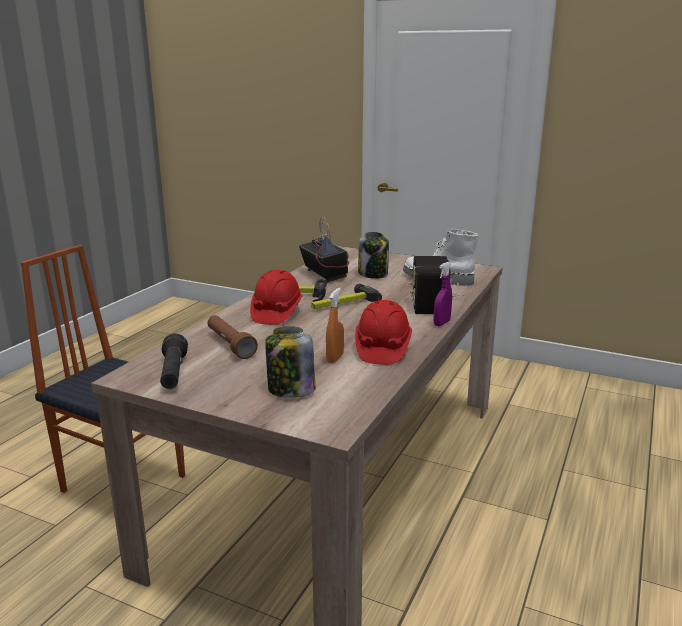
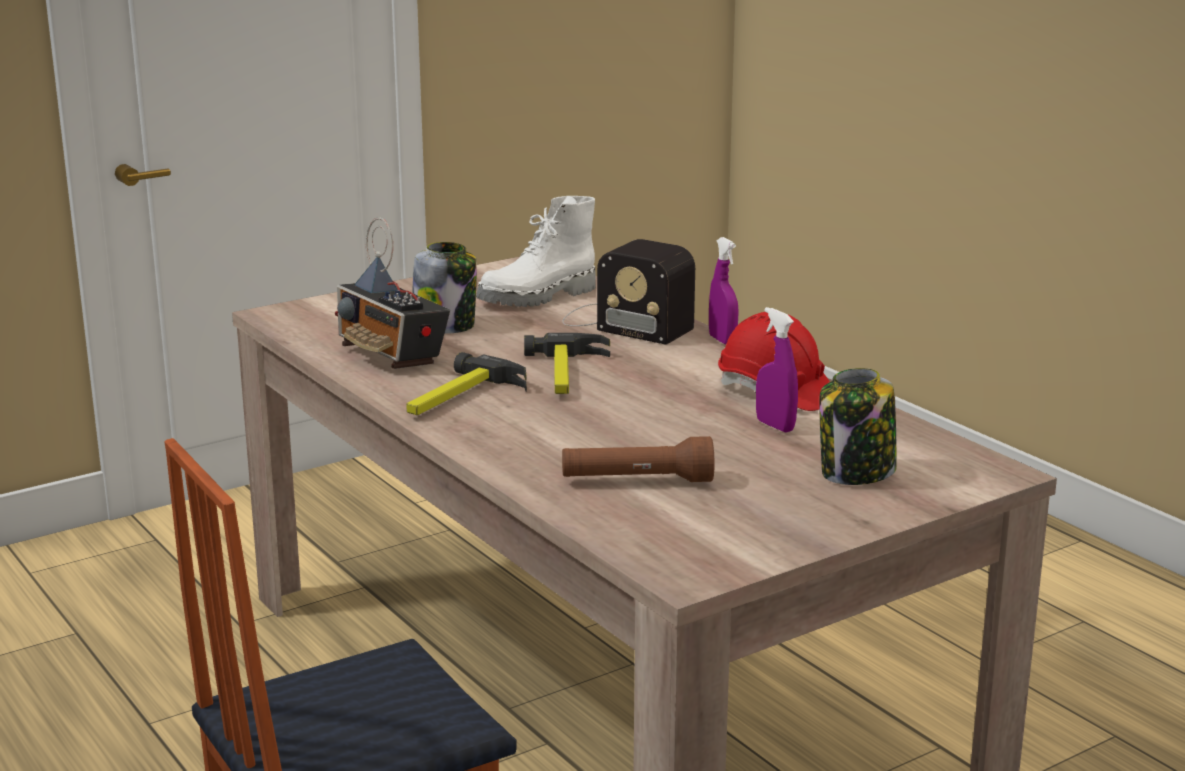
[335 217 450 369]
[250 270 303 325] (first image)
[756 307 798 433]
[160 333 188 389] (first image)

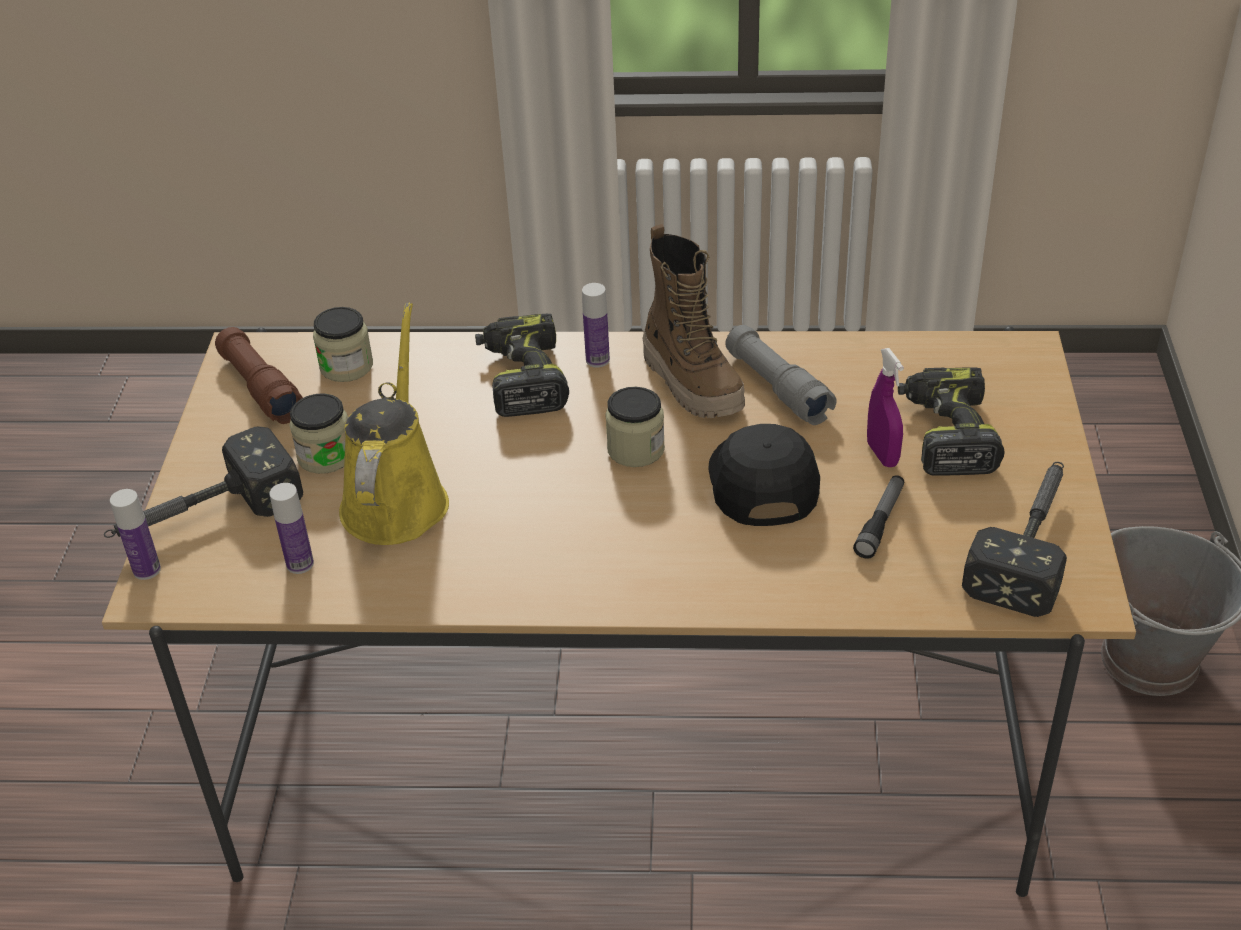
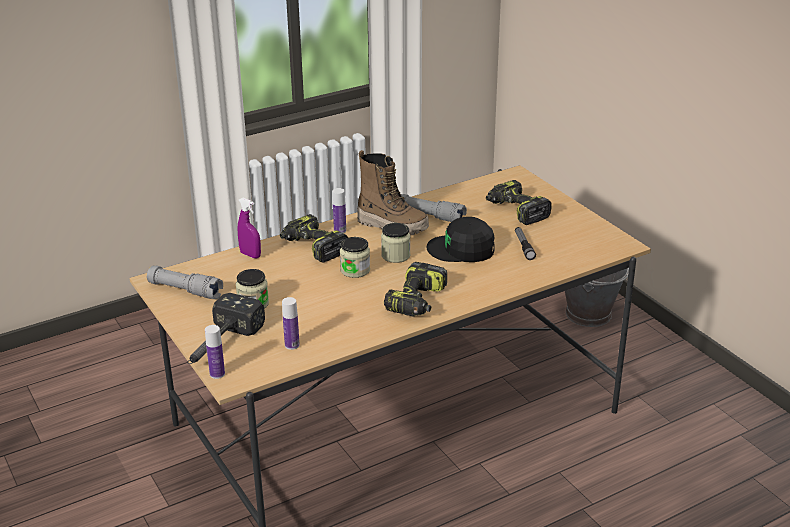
[339 303 449 545] (first image)
[340 237 370 278]
[147 266 223 299]
[238 198 261 258]
[427 217 495 262]
[962 462 1067 617] (first image)
[384 262 447 317]

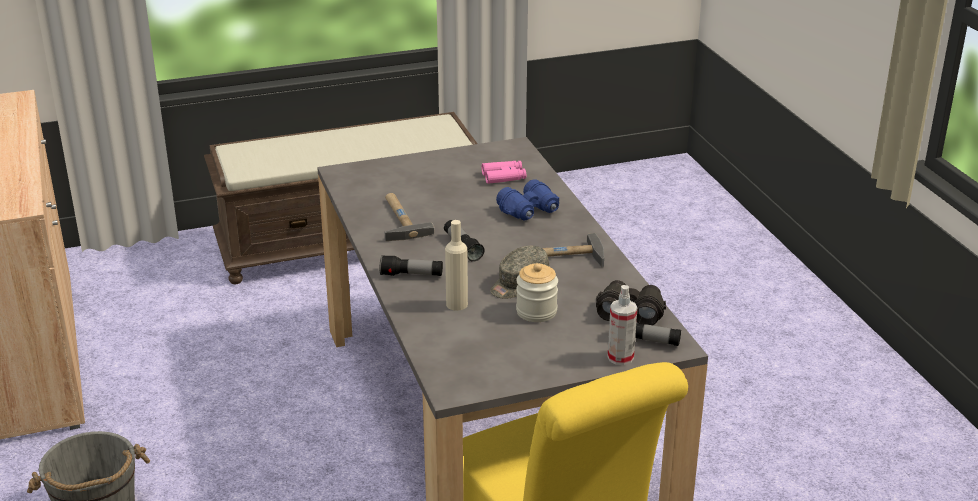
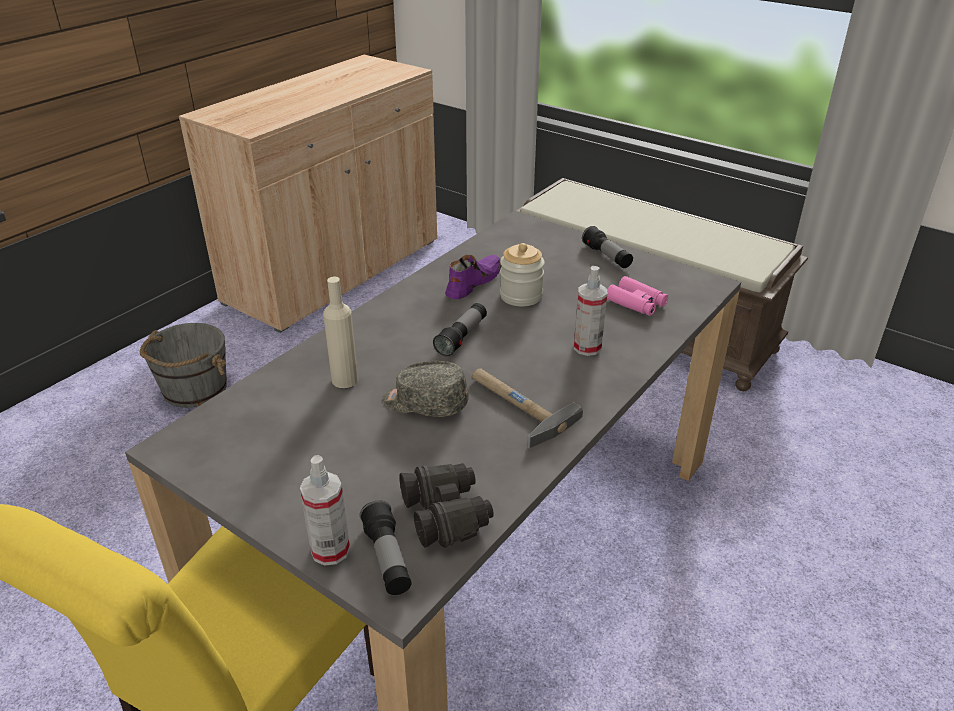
[574 266 607 356]
[445 255 501 299]
[582 226 633 268]
[500 243 545 306]

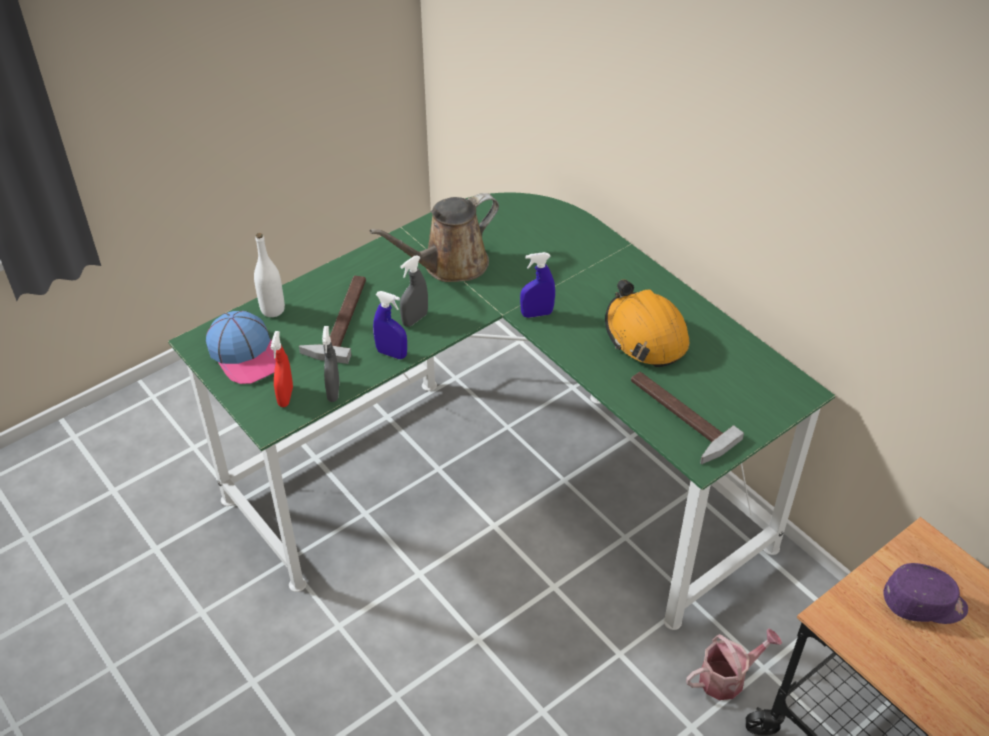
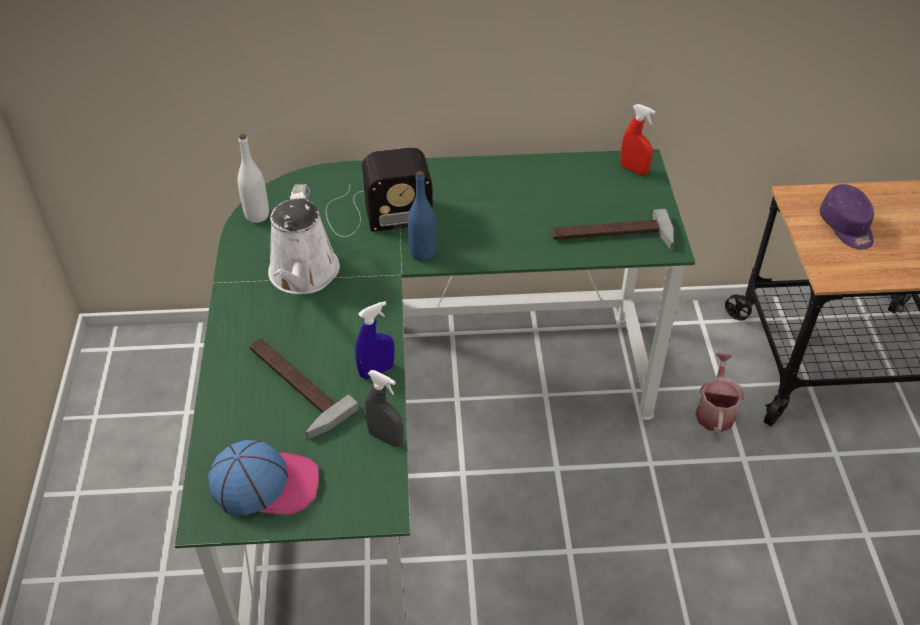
[268 184 340 294]
[238 134 269 223]
[408 171 436 261]
[400 256 428 327] (first image)
[605 279 689 367] (first image)
[620 104 656 175]
[820 184 874 250]
[326 147 433 237]

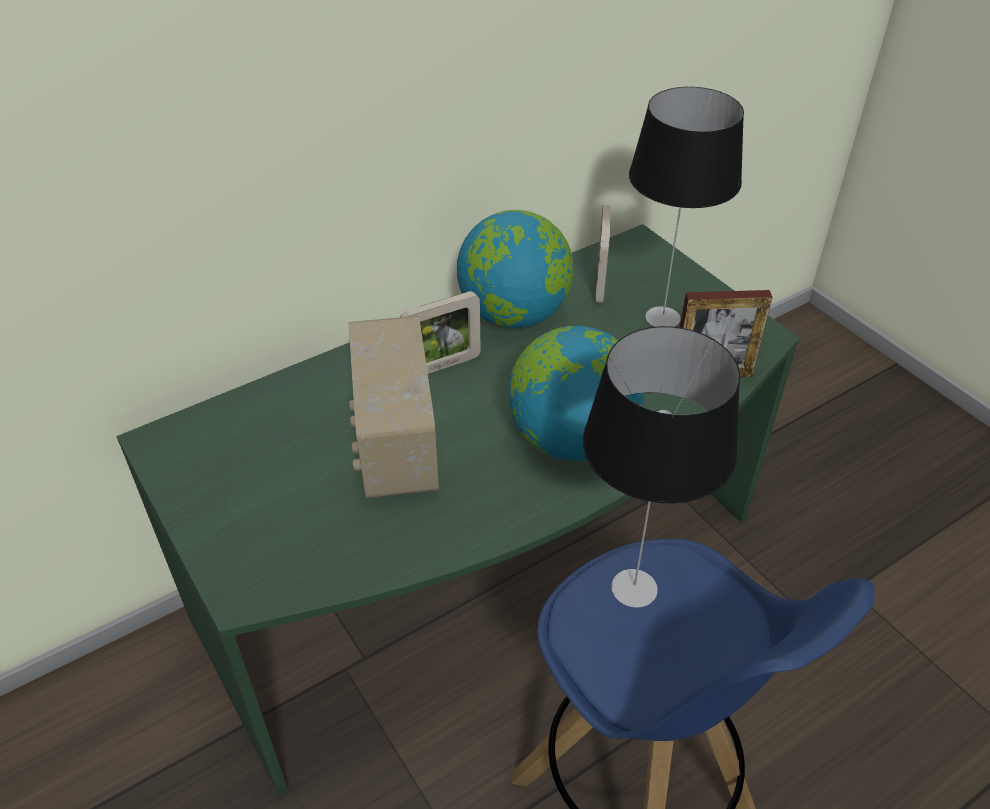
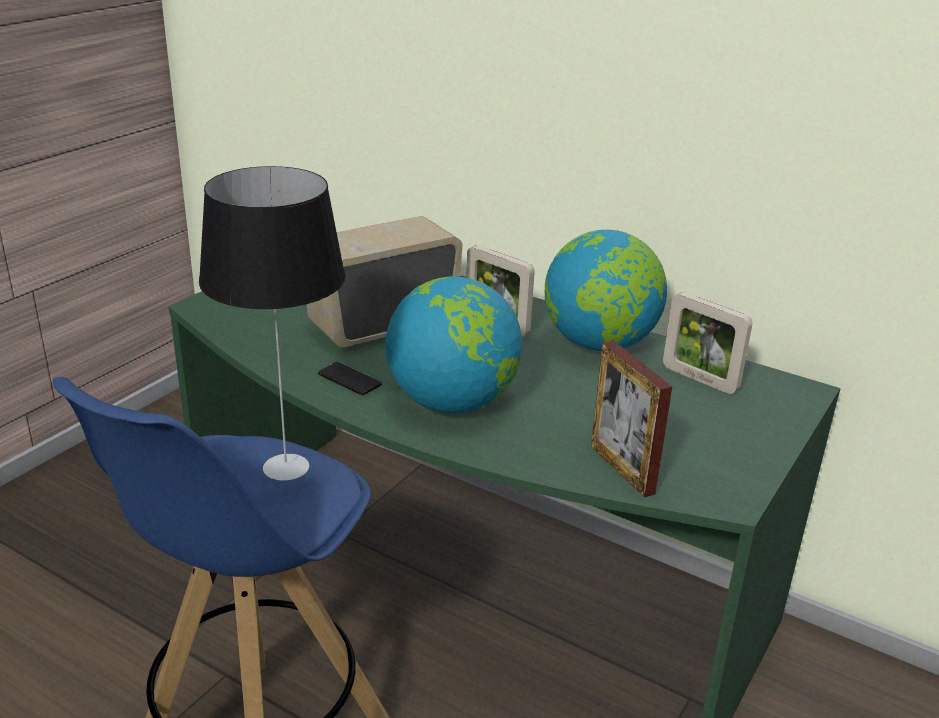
[629 87 744 327] (first image)
[663 292 752 394]
[318 362 382 395]

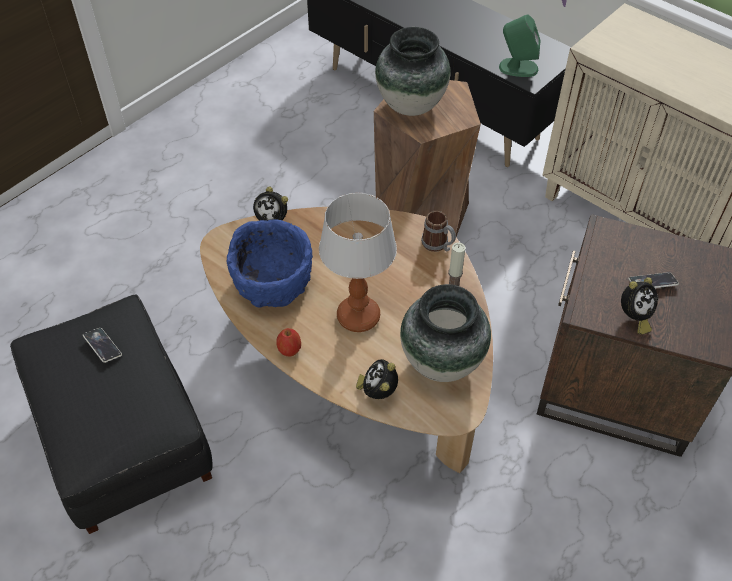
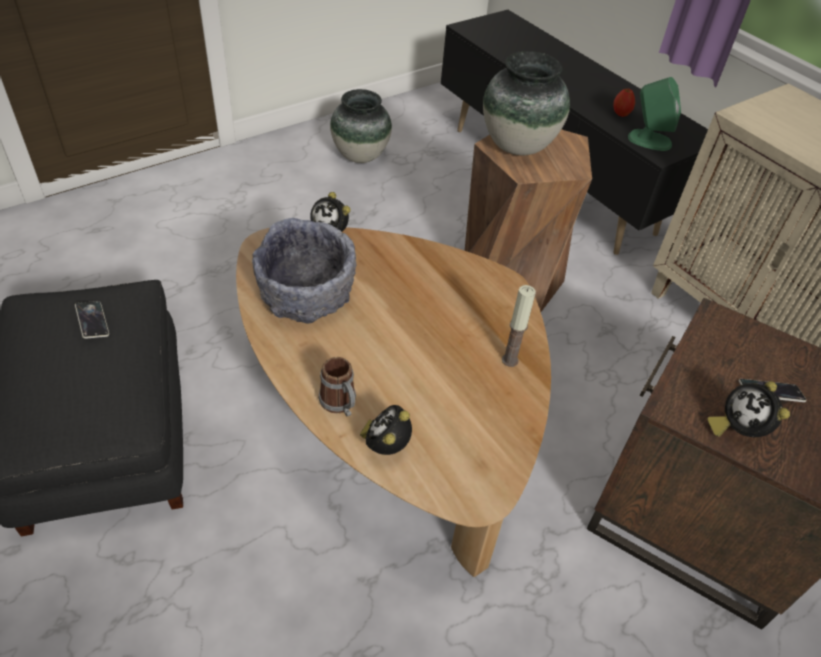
[319 193 397 332] (first image)
[319 357 356 417]
[252 218 356 323]
[708 381 790 437]
[330 89 392 163]
[613 89 635 117]

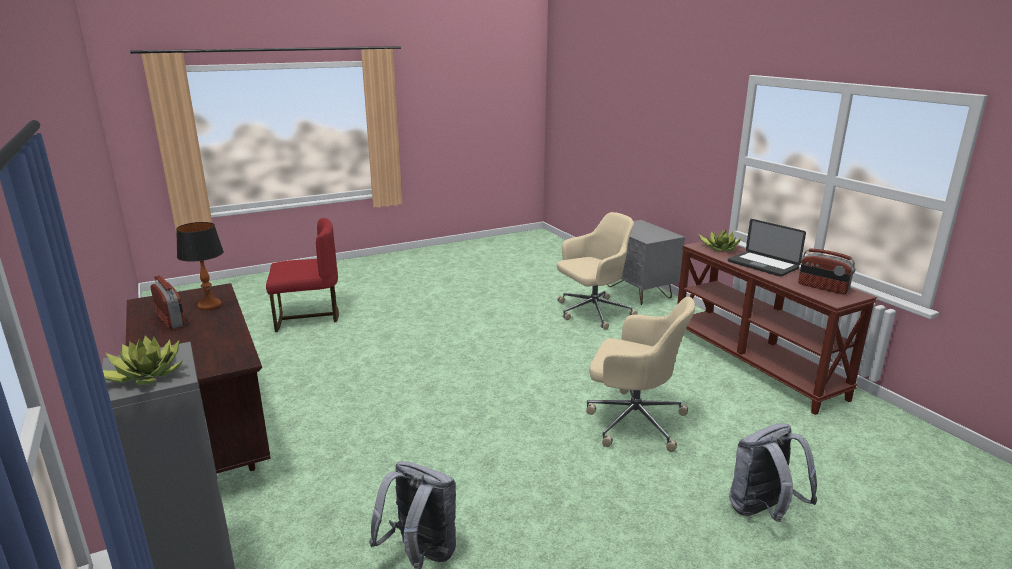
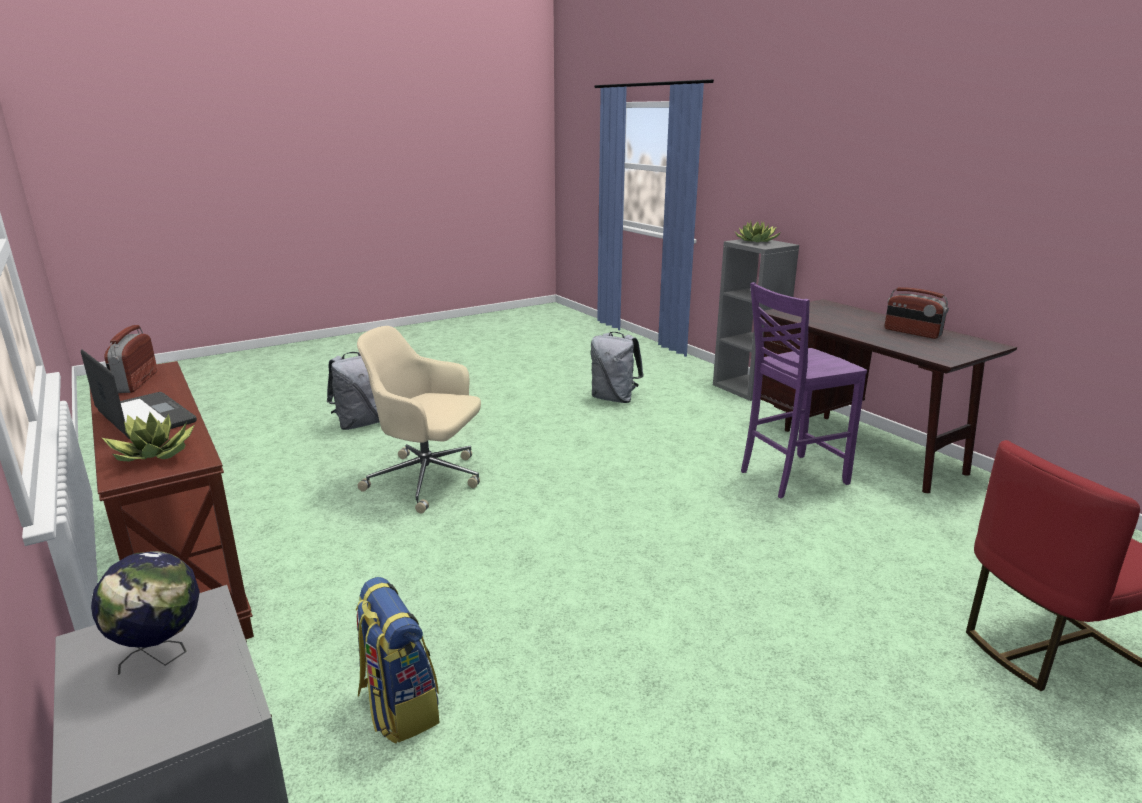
[356 577 440 744]
[176 222 224 310] (first image)
[104 325 157 393]
[741 282 867 498]
[91 551 200 675]

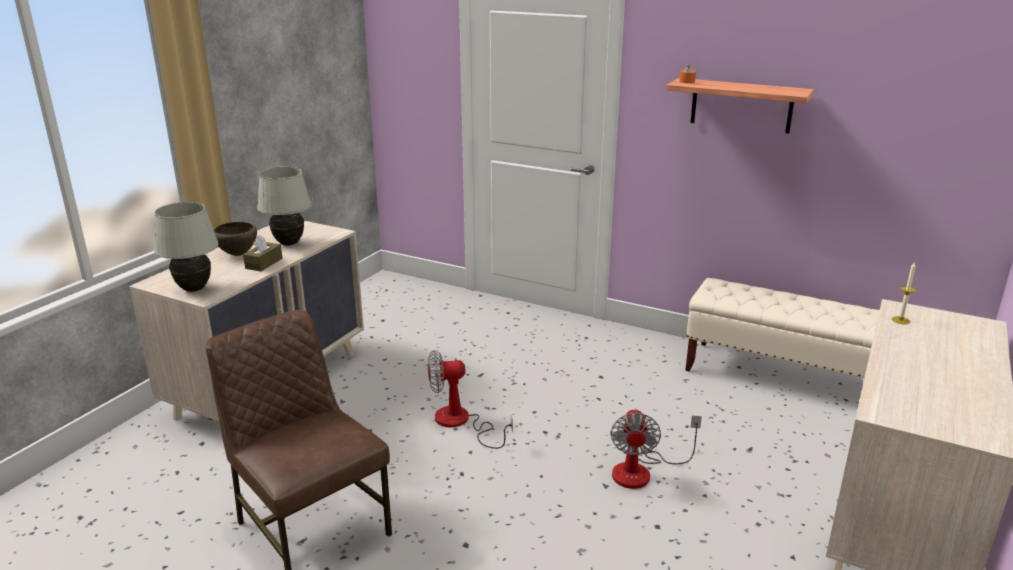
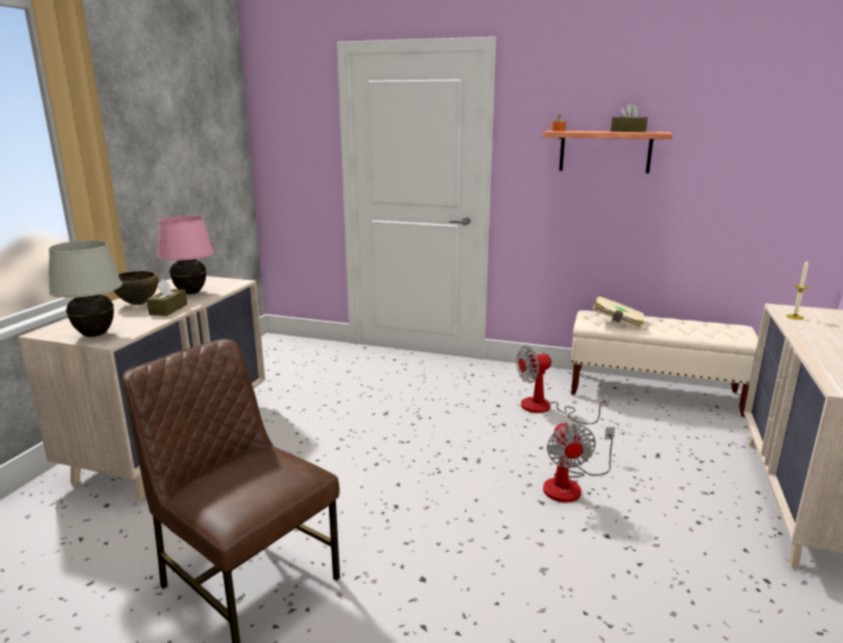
[157 215 214 294]
[516 346 609 424]
[611 103 648 132]
[593 295 644 330]

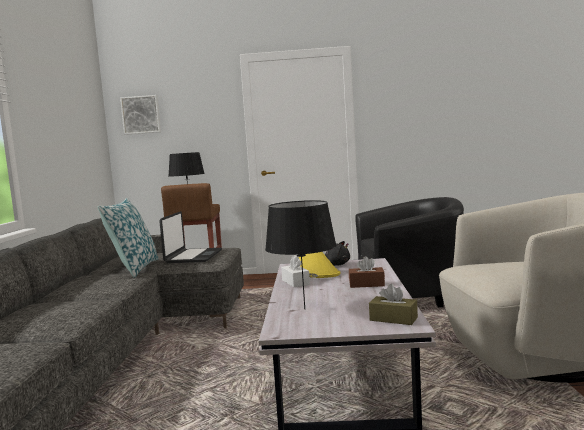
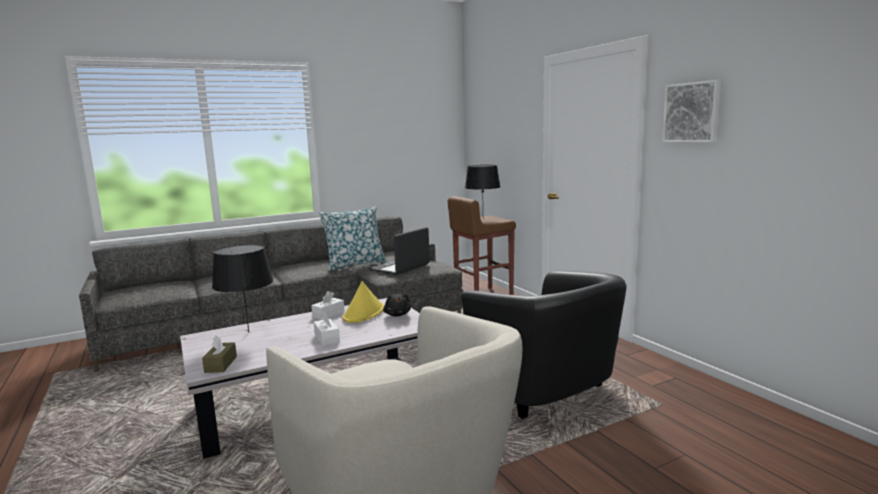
[662 80 721 143]
[369 227 430 275]
[314 312 340 346]

